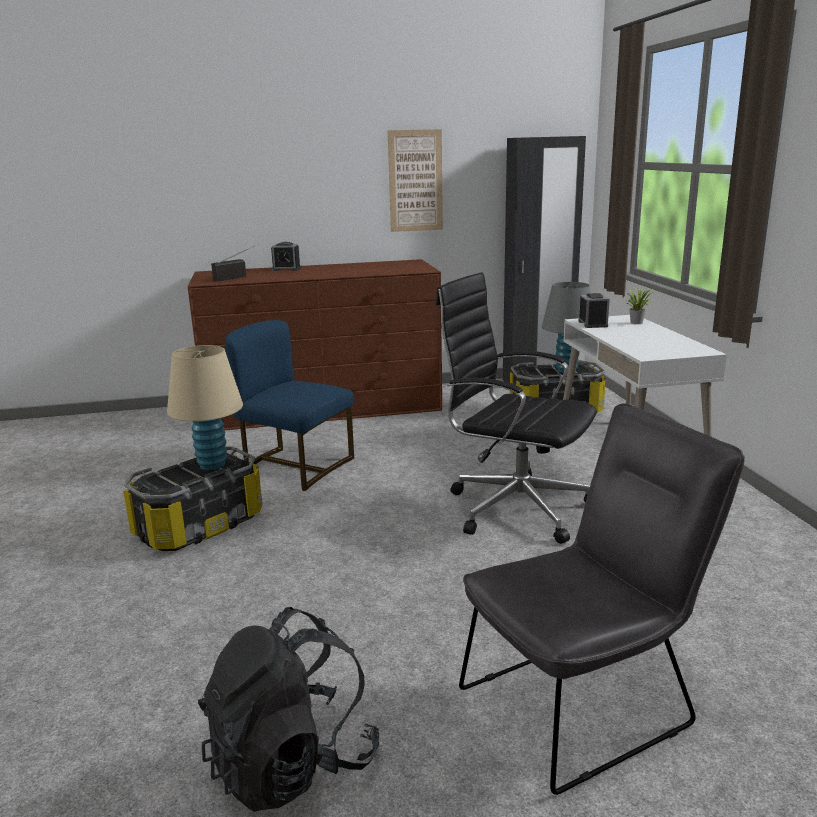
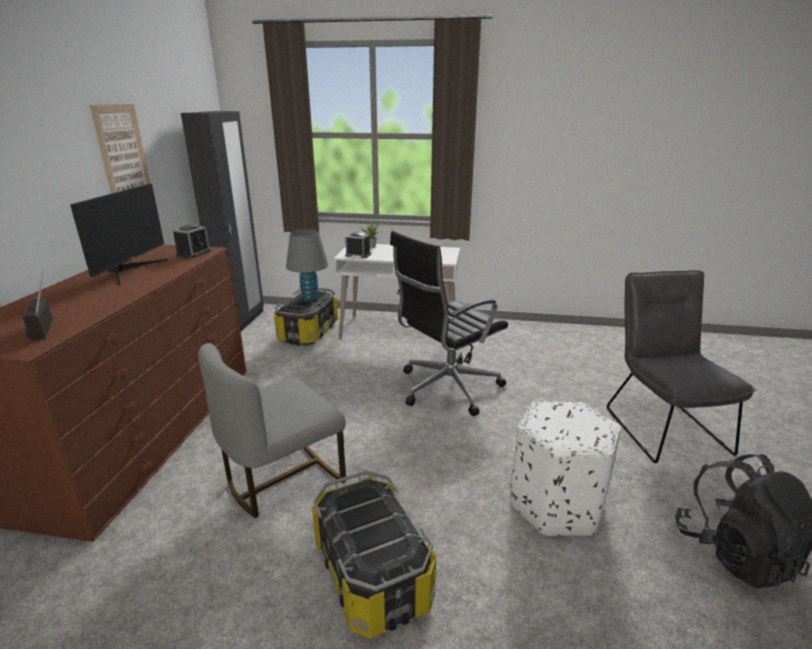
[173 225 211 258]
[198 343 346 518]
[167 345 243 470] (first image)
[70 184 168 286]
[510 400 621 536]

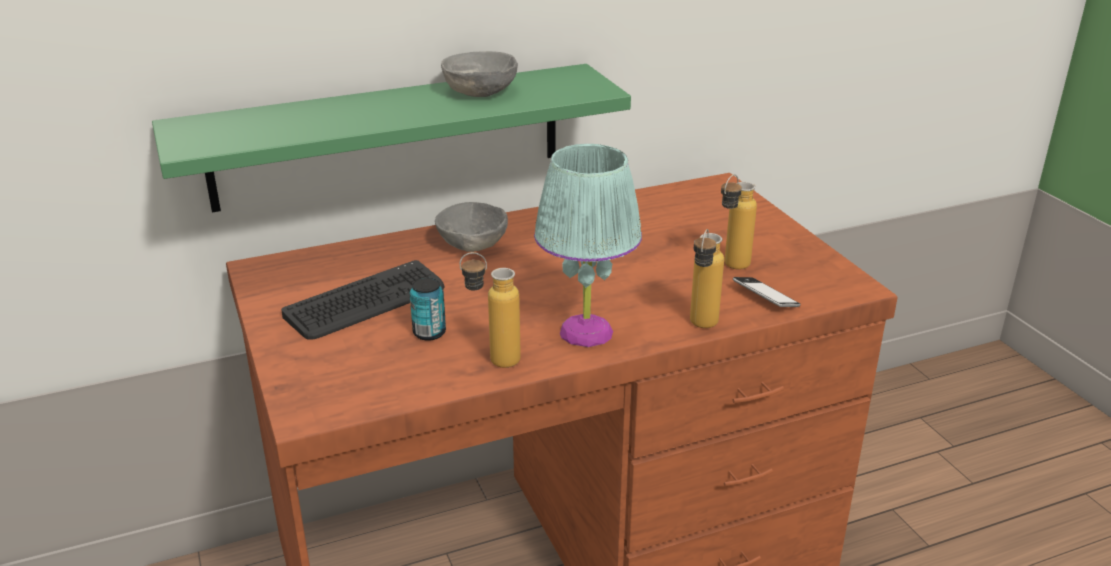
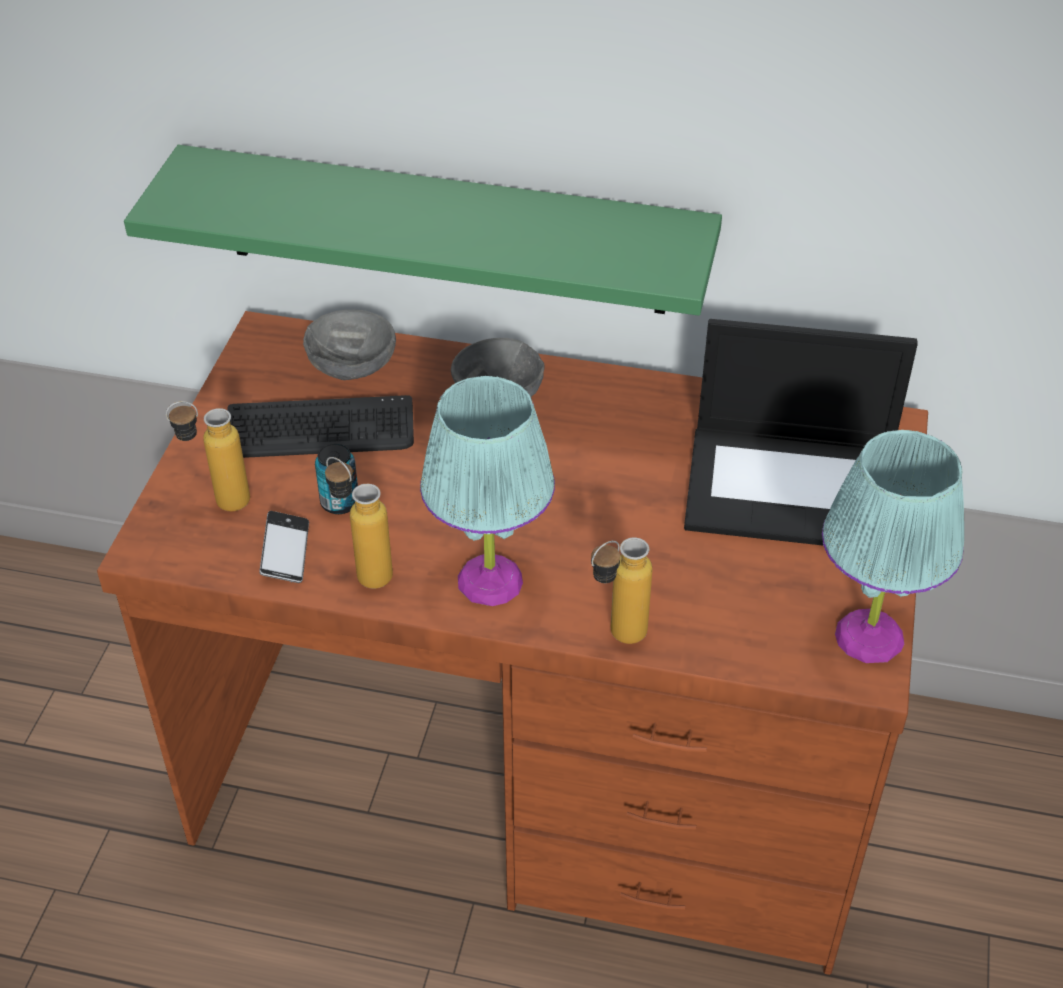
[303 310 396 380]
[166 401 250 511]
[259 511 309 583]
[684 319 918 546]
[822 430 964 663]

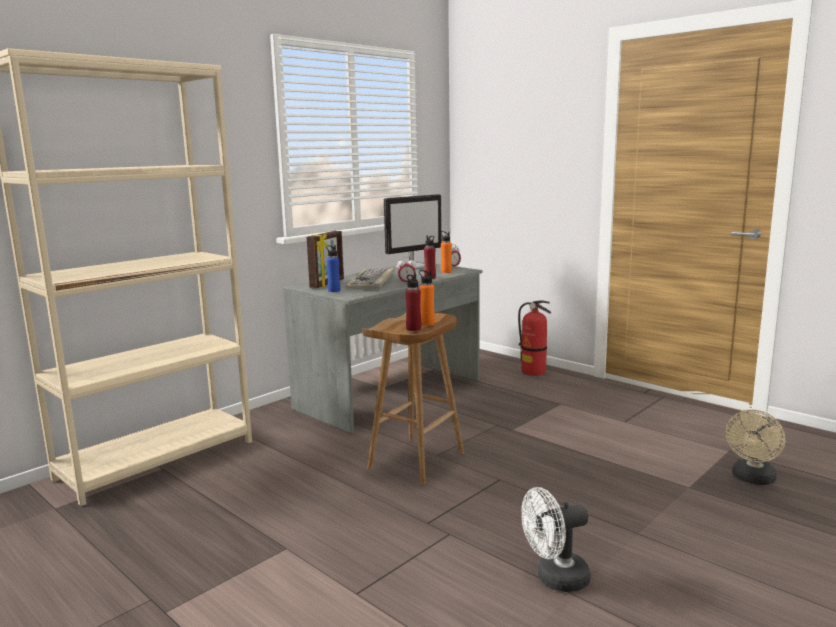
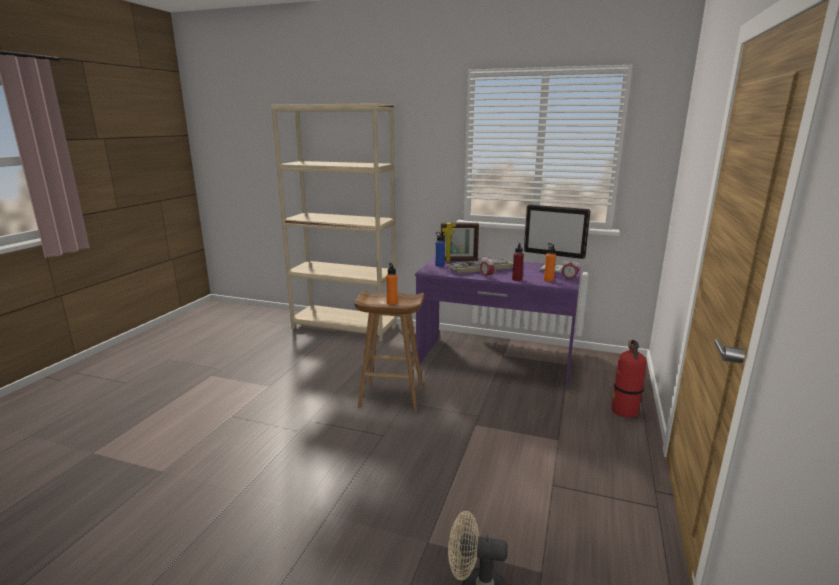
[415 256 581 389]
[405 274 421 331] (first image)
[521 487 591 592] (first image)

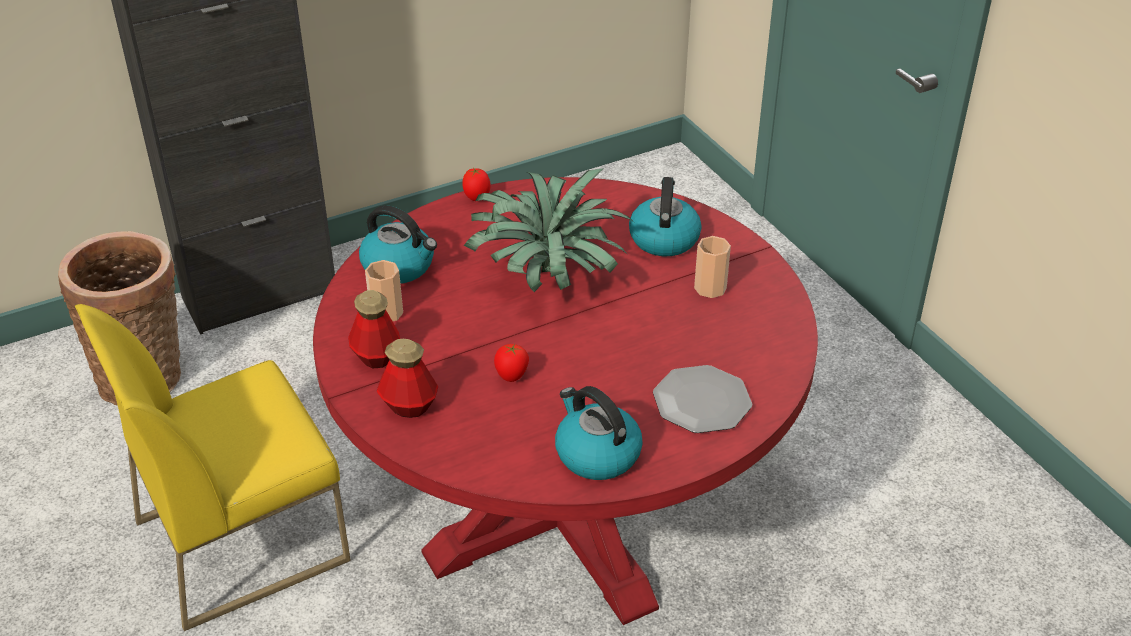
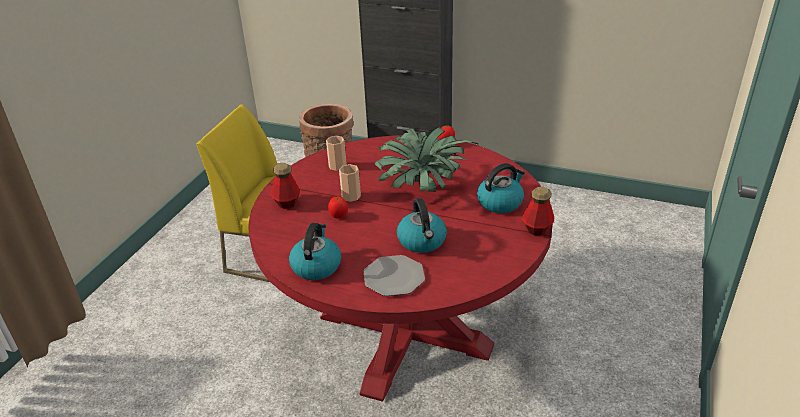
[397 198 447 253]
[339 164 361 202]
[523 186 554 236]

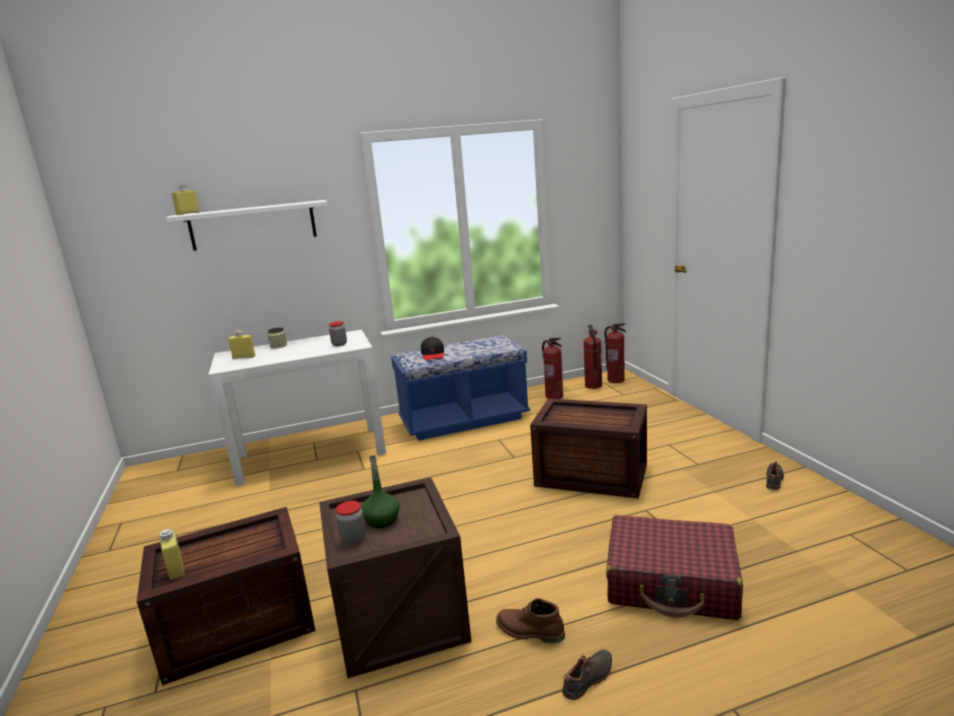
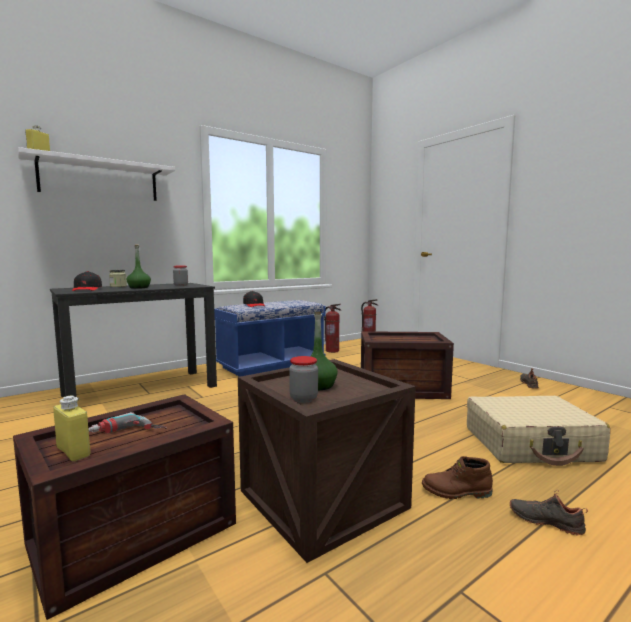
[584 325 602 389] (first image)
[50 283 217 397]
[72 271 102 291]
[467 396 610 466]
[510 489 588 536]
[127 244 151 289]
[88 412 167 434]

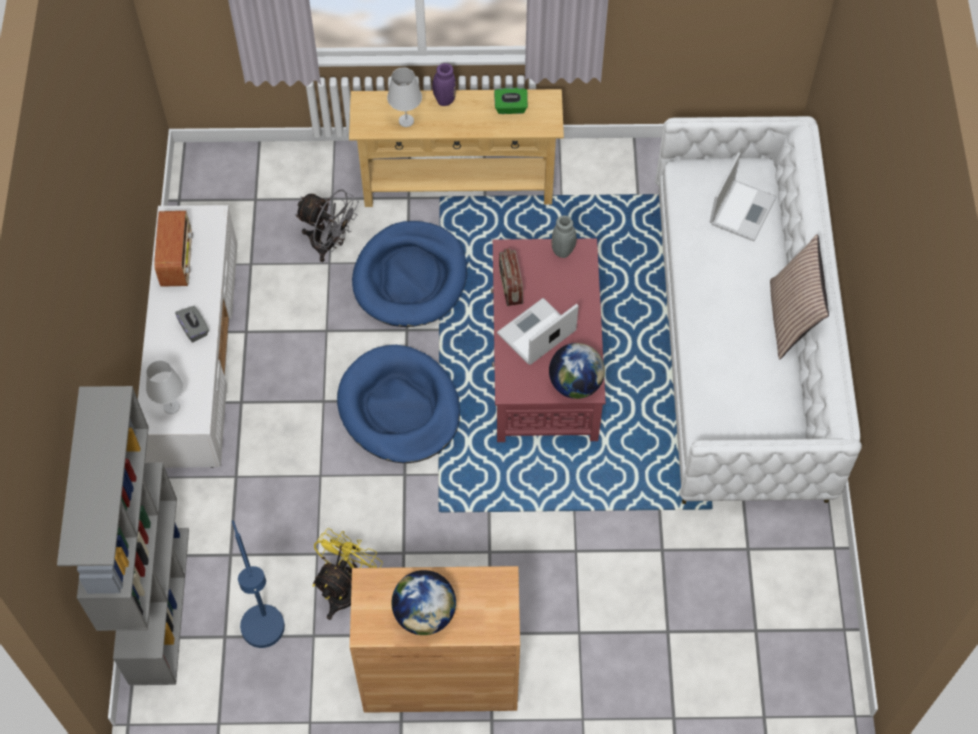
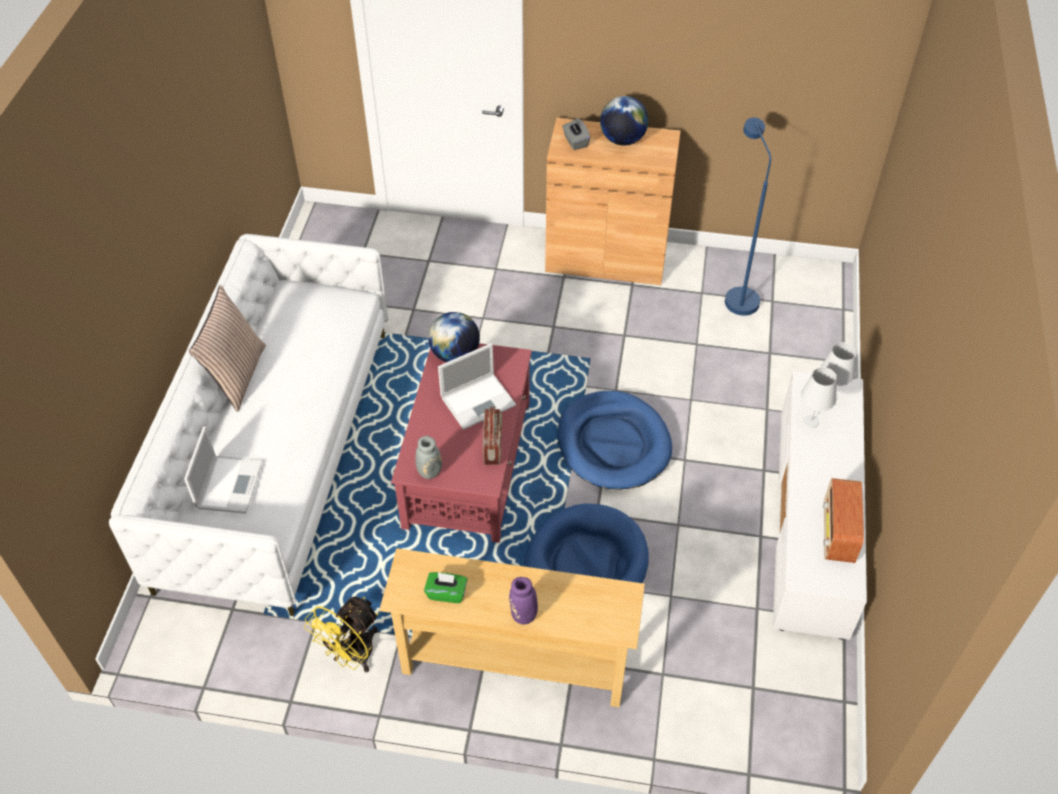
[800 367 837 428]
[184 427 263 514]
[295 189 359 262] (first image)
[562 118 590 150]
[57 386 189 685] (first image)
[304 596 379 672]

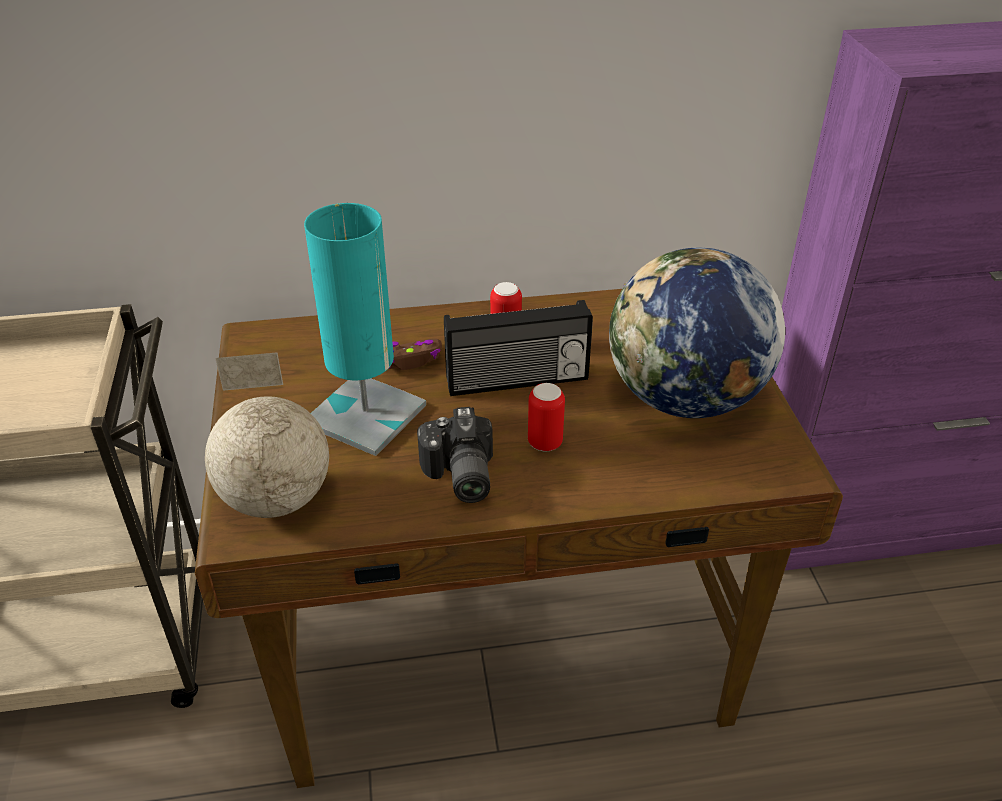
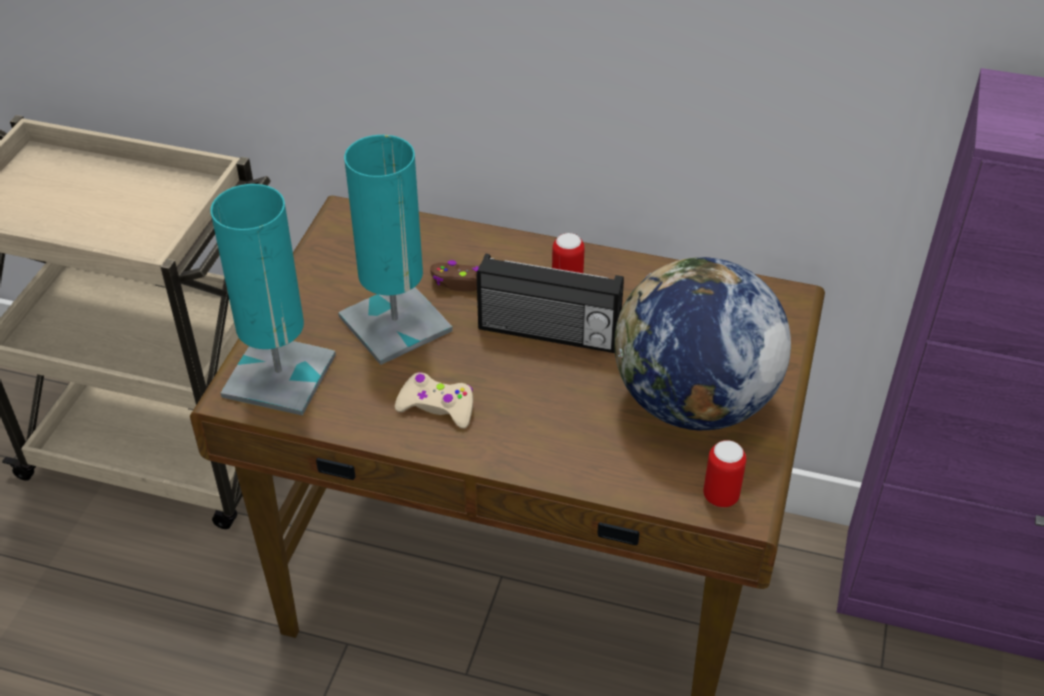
[211 184 336 416]
[703 440 746 507]
[395 372 473 429]

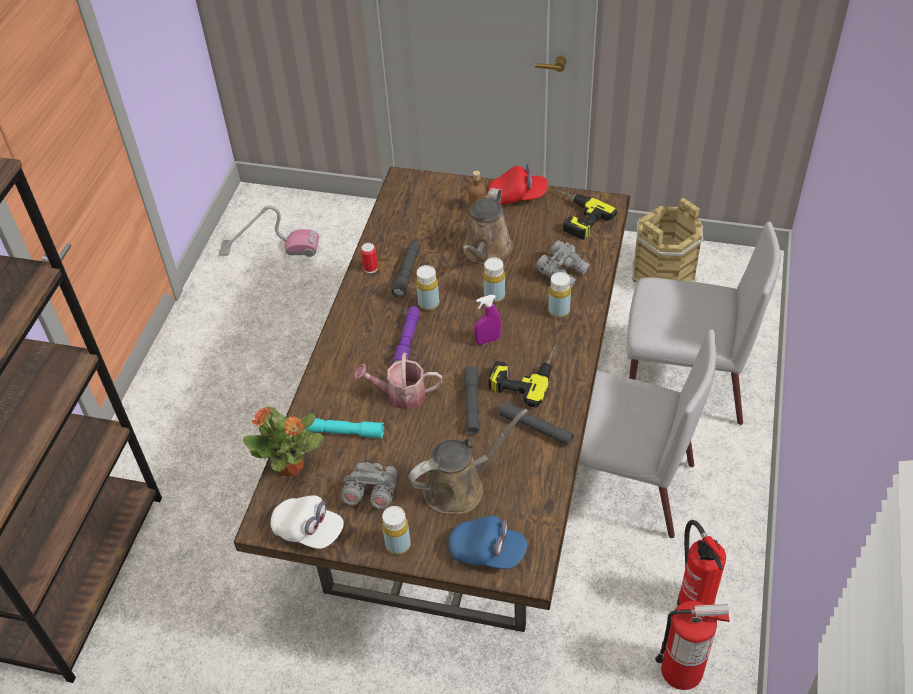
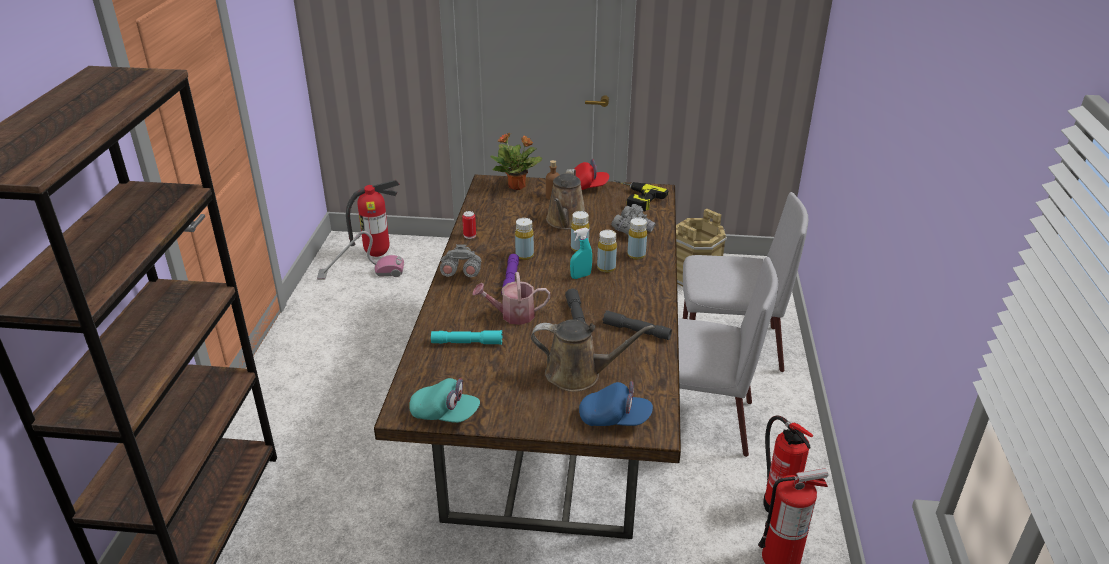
[391 241 420 298] (first image)
[570 228 592 279]
[488 345 557 408] (first image)
[490 133 542 190]
[531 319 654 392]
[440 244 481 277]
[409 378 480 423]
[597 230 617 273]
[346 180 400 257]

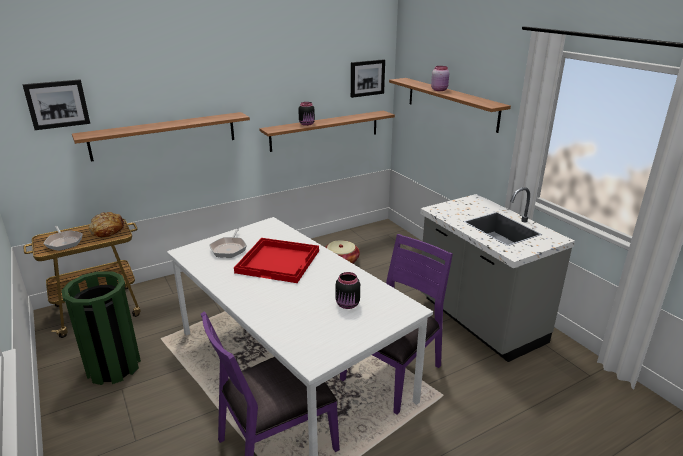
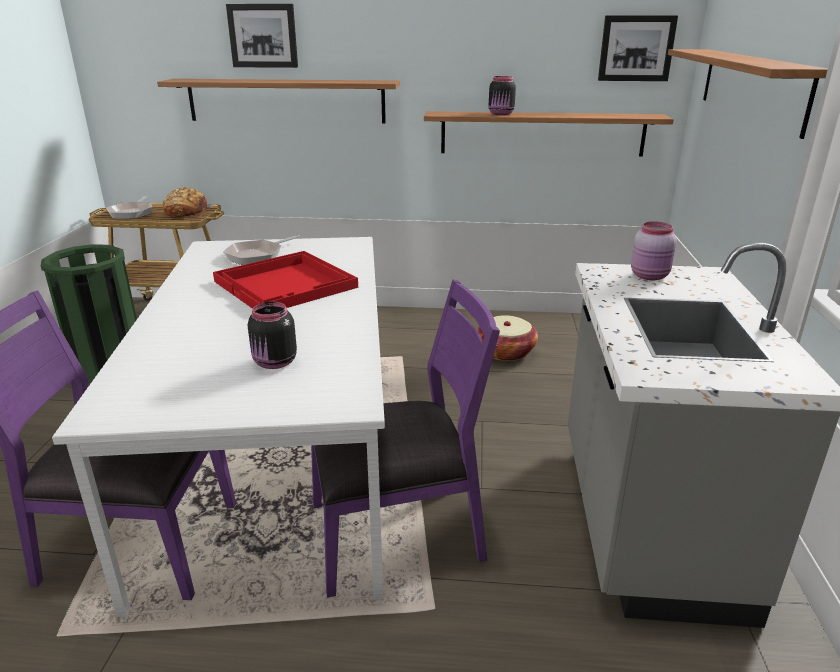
[631 221 677 280]
[226 4 298 68]

